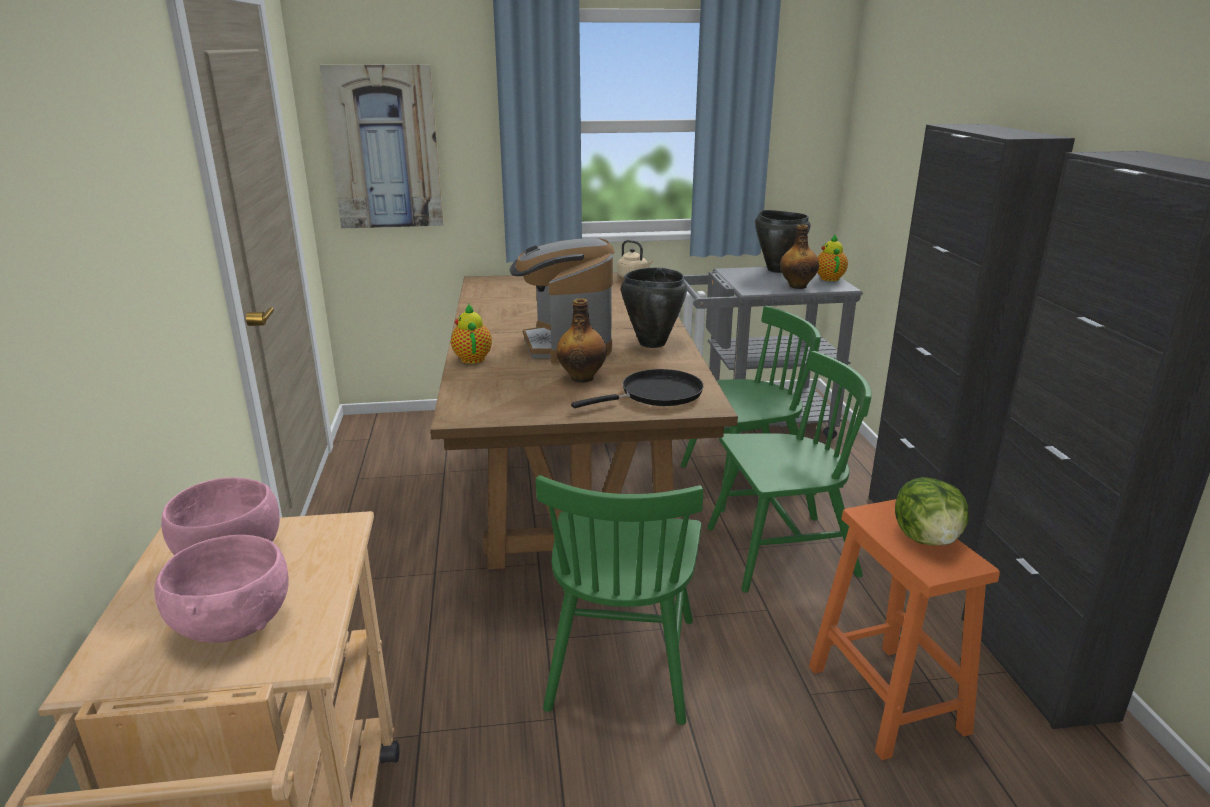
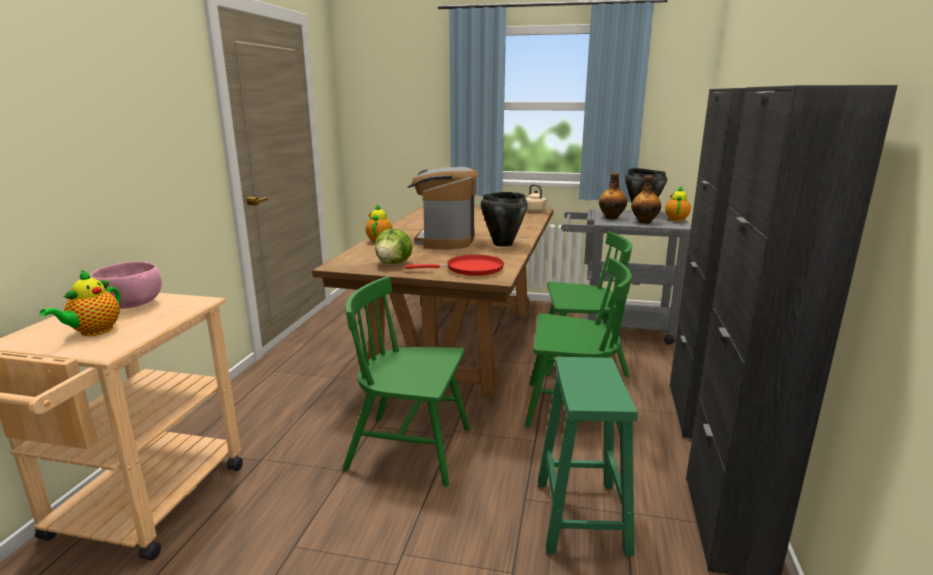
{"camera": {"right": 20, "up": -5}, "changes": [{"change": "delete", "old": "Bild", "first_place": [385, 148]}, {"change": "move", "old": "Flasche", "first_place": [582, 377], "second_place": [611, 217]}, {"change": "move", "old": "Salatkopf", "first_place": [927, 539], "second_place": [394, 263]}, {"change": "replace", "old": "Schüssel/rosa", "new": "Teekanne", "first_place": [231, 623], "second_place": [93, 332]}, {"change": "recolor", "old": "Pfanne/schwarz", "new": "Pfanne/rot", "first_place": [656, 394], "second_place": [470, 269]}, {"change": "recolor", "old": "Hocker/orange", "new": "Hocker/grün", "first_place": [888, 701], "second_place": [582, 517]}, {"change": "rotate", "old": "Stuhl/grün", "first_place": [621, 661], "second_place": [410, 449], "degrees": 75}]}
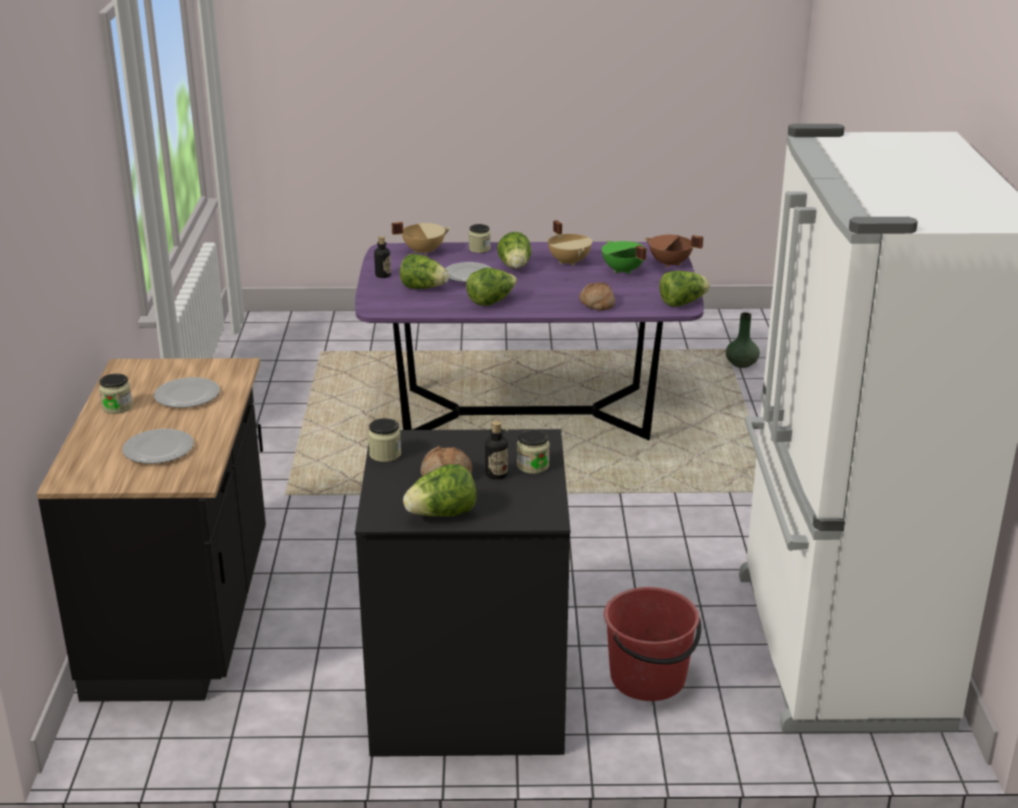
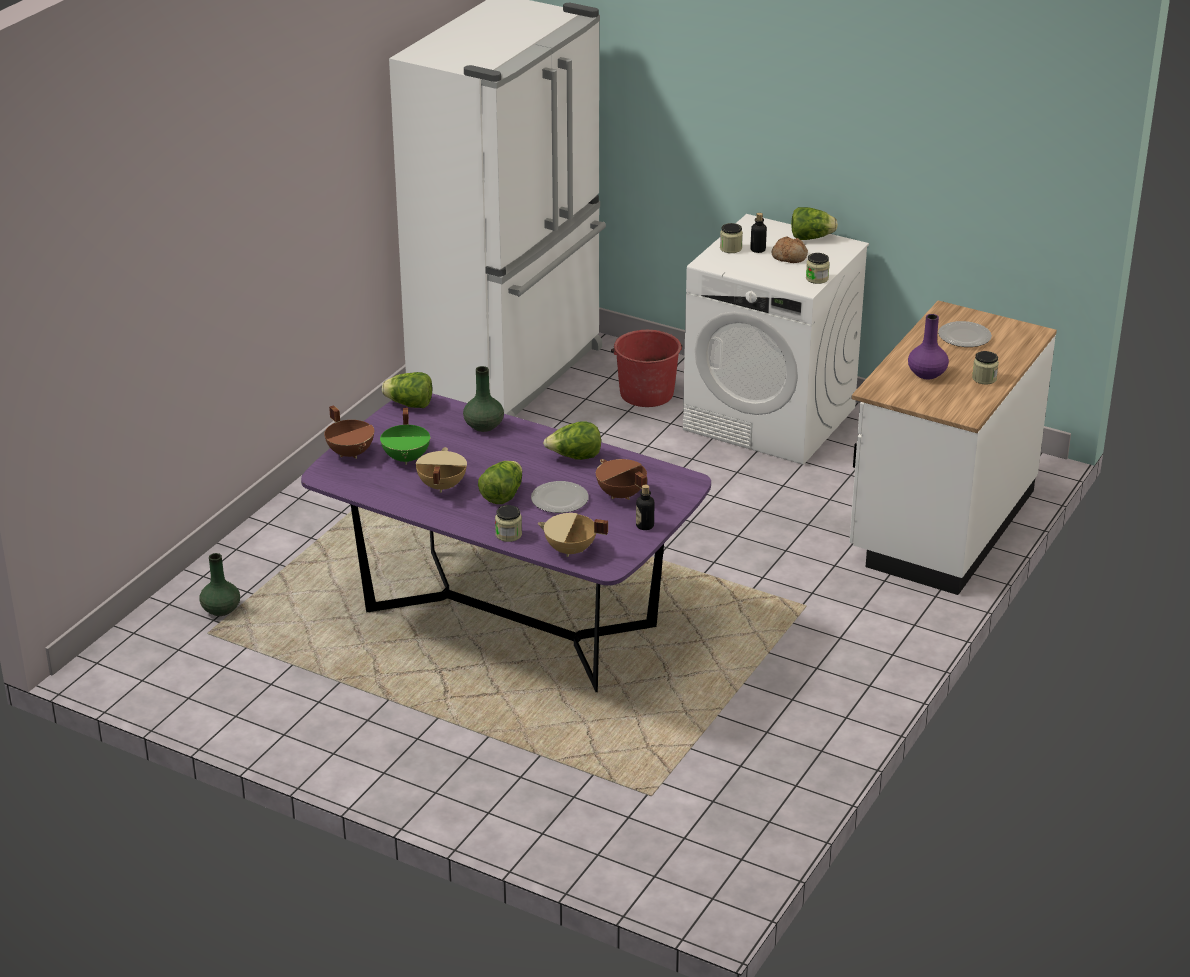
{"camera": {"right": -150, "up": 5}, "changes": [{"change": "replace", "old": "Teller", "new": "Vase/lila", "first_place": [186, 396], "second_place": [927, 374]}, {"change": "replace", "old": "Salatkopf", "new": "Kochtopf/braun", "first_place": [423, 288], "second_place": [620, 495]}, {"change": "replace", "old": "Brot", "new": "Vase/grün", "first_place": [596, 304], "second_place": [484, 426]}, {"change": "recolor", "old": "Küchenzeile/schwarz", "new": "Küchenzeile/weiß", "first_place": [184, 617], "second_place": [940, 524]}, {"change": "recolor", "old": "Waschmaschine/schwarz", "new": "Waschmaschine/weiß", "first_place": [466, 695], "second_place": [770, 419]}]}
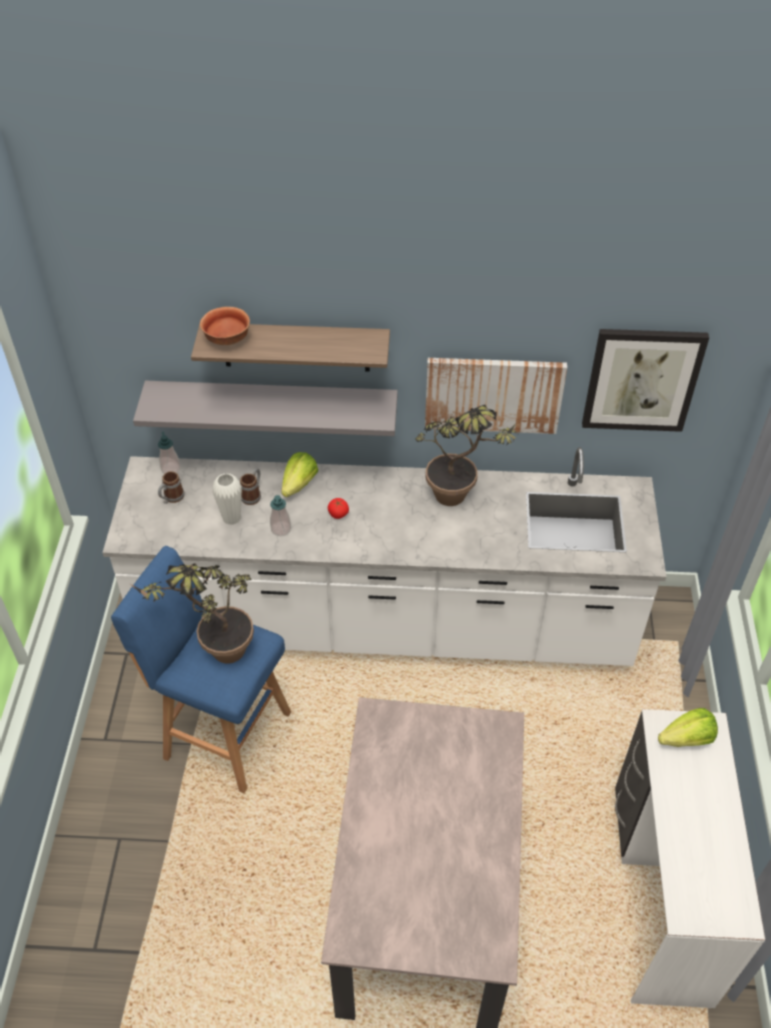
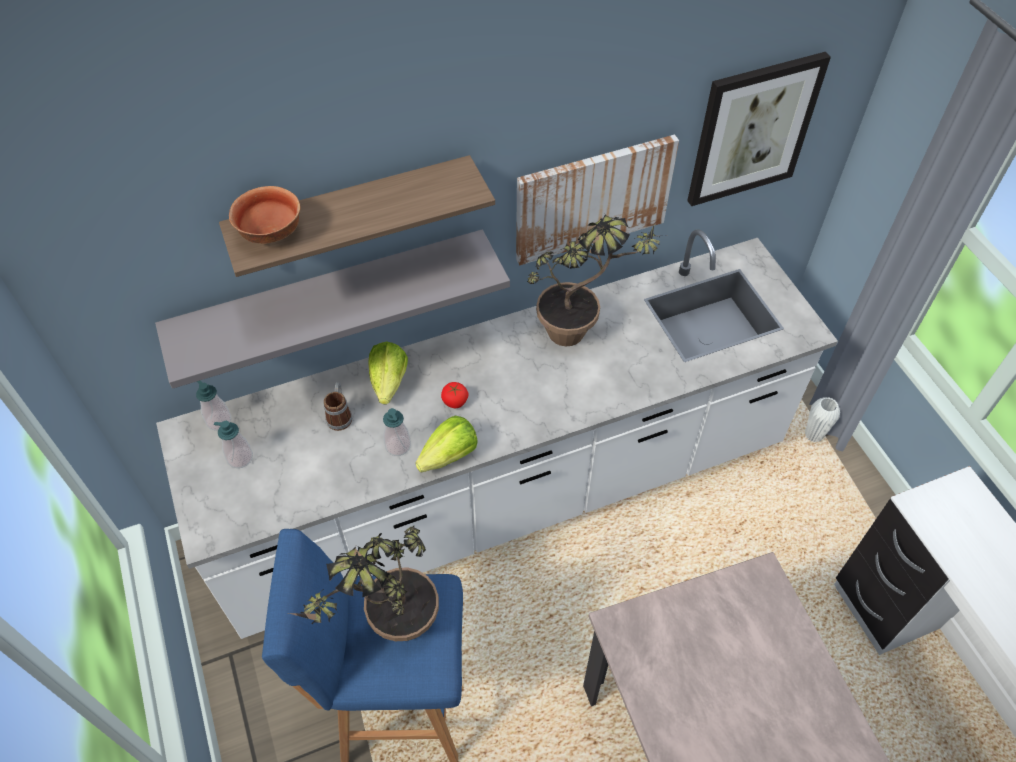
{"camera": {"right": -25, "up": 5}, "changes": [{"change": "move", "old": "Vase/weiß", "first_place": [231, 518], "second_place": [813, 436]}, {"change": "move", "old": "Salatkopf", "first_place": [686, 739], "second_place": [449, 456]}, {"change": "replace", "old": "Henkelbecher", "new": "Seifenspender", "first_place": [171, 498], "second_place": [240, 458]}]}
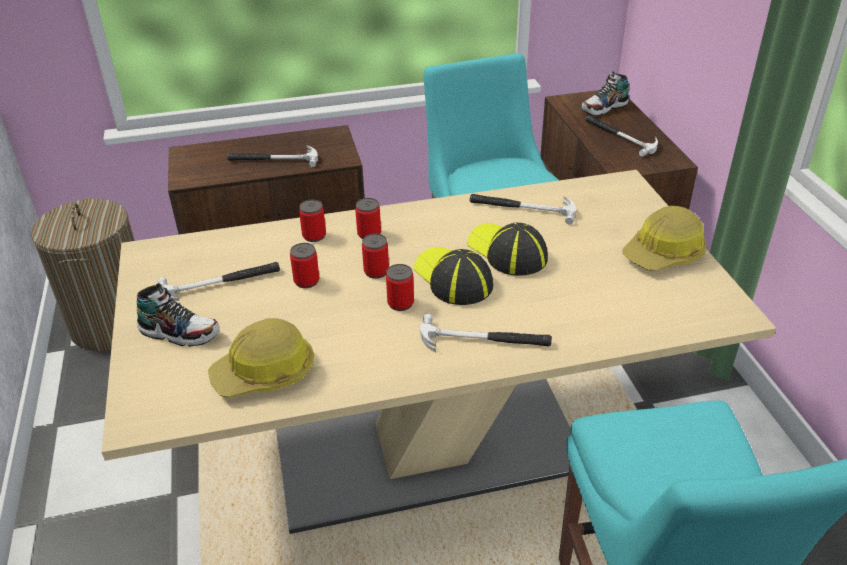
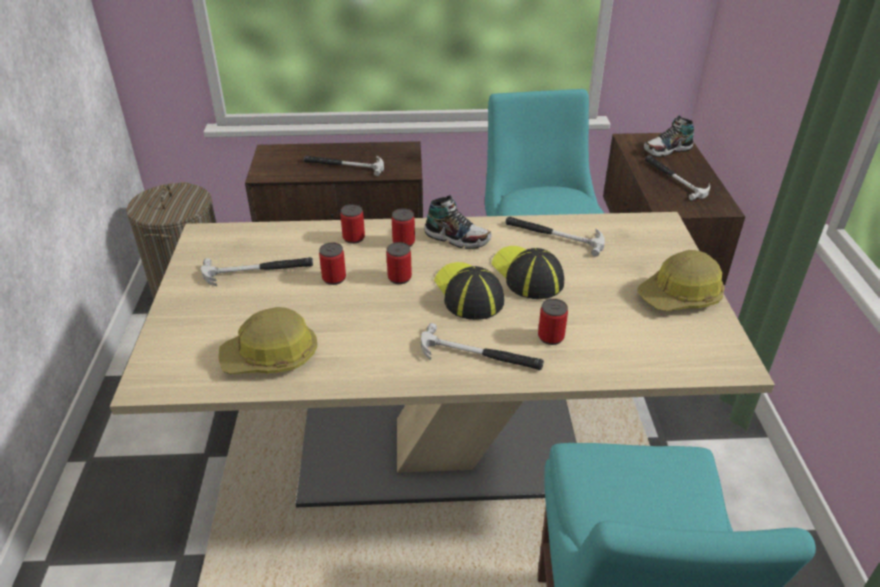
{"camera": {"right": 10, "up": 0}, "changes": [{"change": "move", "old": "Schuh", "first_place": [180, 332], "second_place": [457, 238]}, {"change": "move", "old": "Dose", "first_place": [400, 303], "second_place": [551, 337]}]}
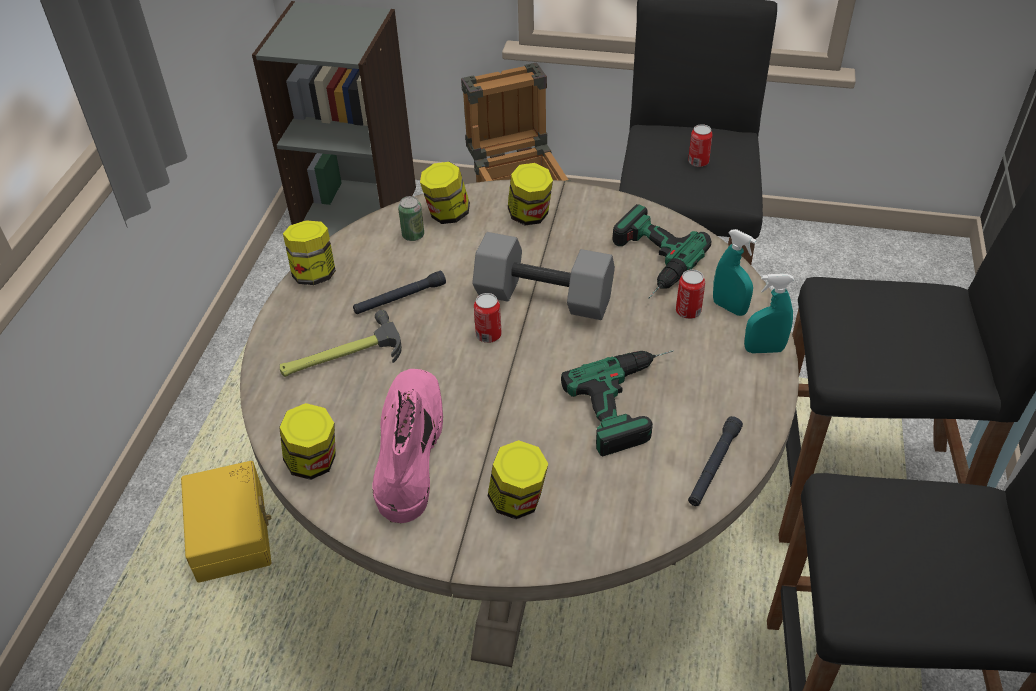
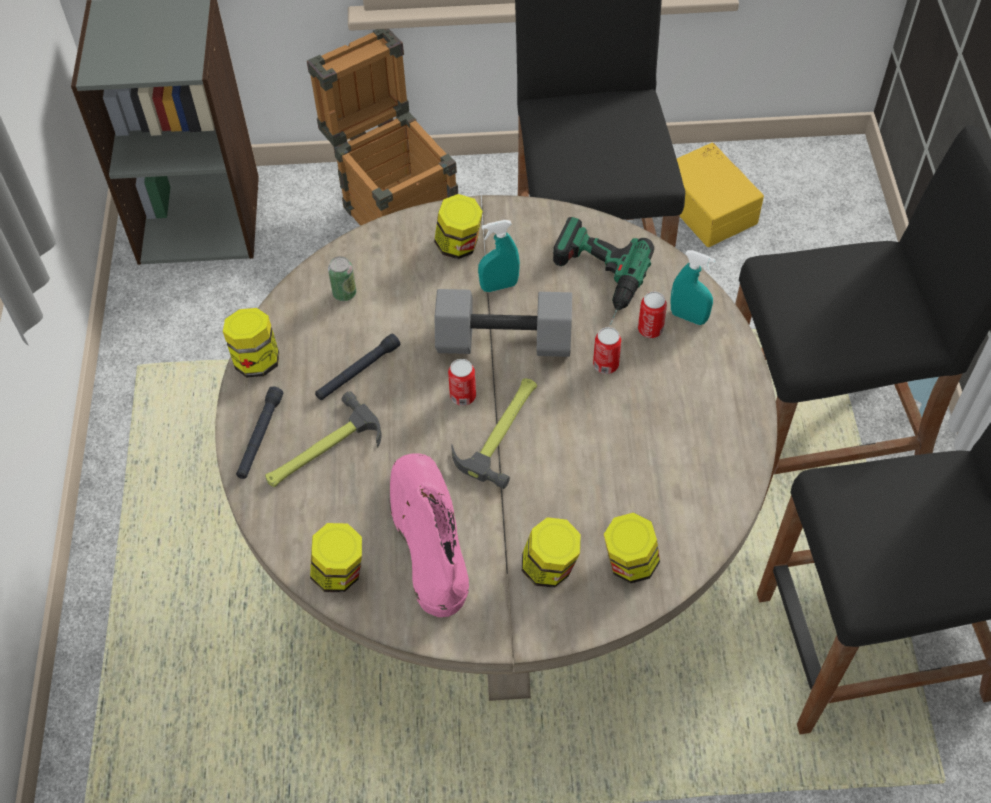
{"camera": {"right": -15, "up": 10}, "changes": [{"change": "delete", "old": "Bohrmaschine", "first_place": [634, 401]}, {"change": "insert", "new": "Hammer", "second_place": [503, 430]}, {"change": "move", "old": "Aufbewahrungsbox/gelb", "first_place": [234, 533], "second_place": [709, 207]}, {"change": "move", "old": "Vorratsglas", "first_place": [447, 214], "second_place": [629, 564]}, {"change": "move", "old": "Dose", "first_place": [698, 162], "second_place": [605, 365]}, {"change": "move", "old": "Taschenlampe/schwarz", "first_place": [713, 466], "second_place": [260, 437]}, {"change": "move", "old": "Sprühflasche/türkis", "first_place": [764, 349], "second_place": [499, 286]}]}
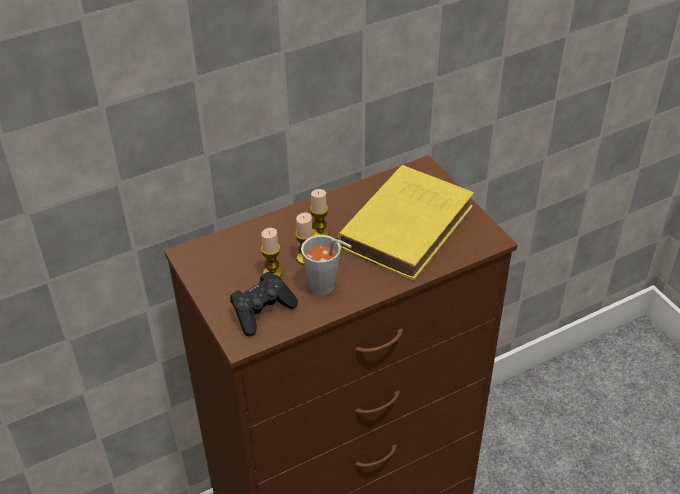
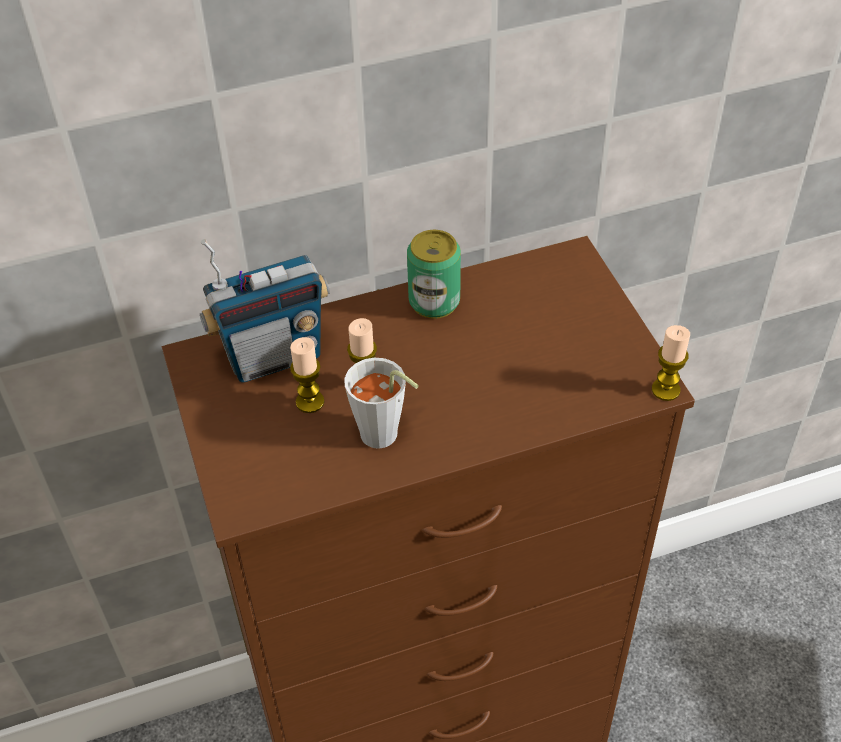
{"camera": {"right": 10, "up": 5}, "changes": [{"change": "delete", "old": "Gamepad/schwarz", "first_place": [262, 312]}, {"change": "delete", "old": "Buch/gelb", "first_place": [408, 225]}, {"change": "insert", "new": "Radio", "second_place": [273, 357]}, {"change": "insert", "new": "Dose", "second_place": [434, 302]}, {"change": "move", "old": "Kerze", "first_place": [320, 233], "second_place": [665, 390]}]}
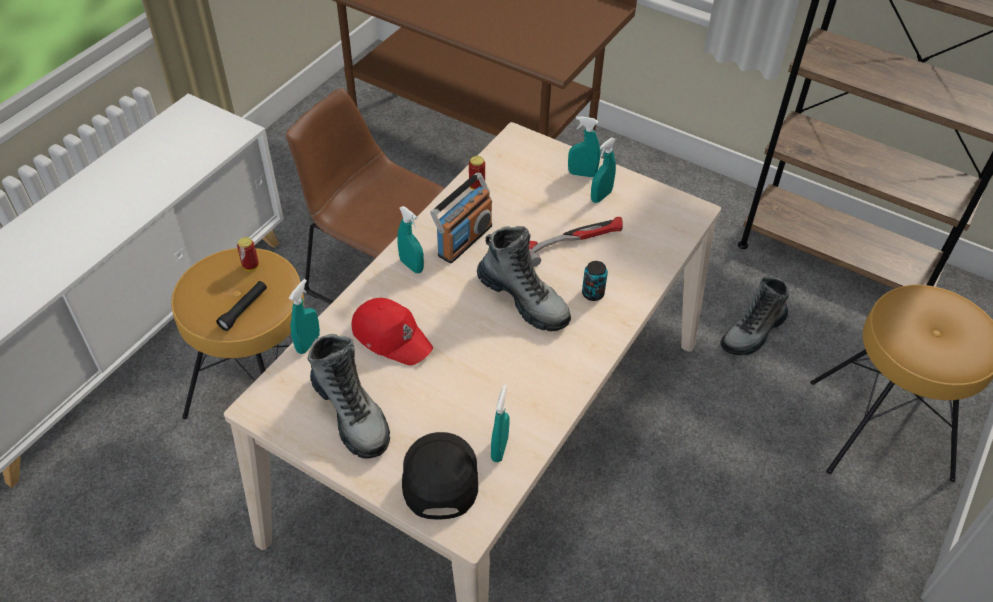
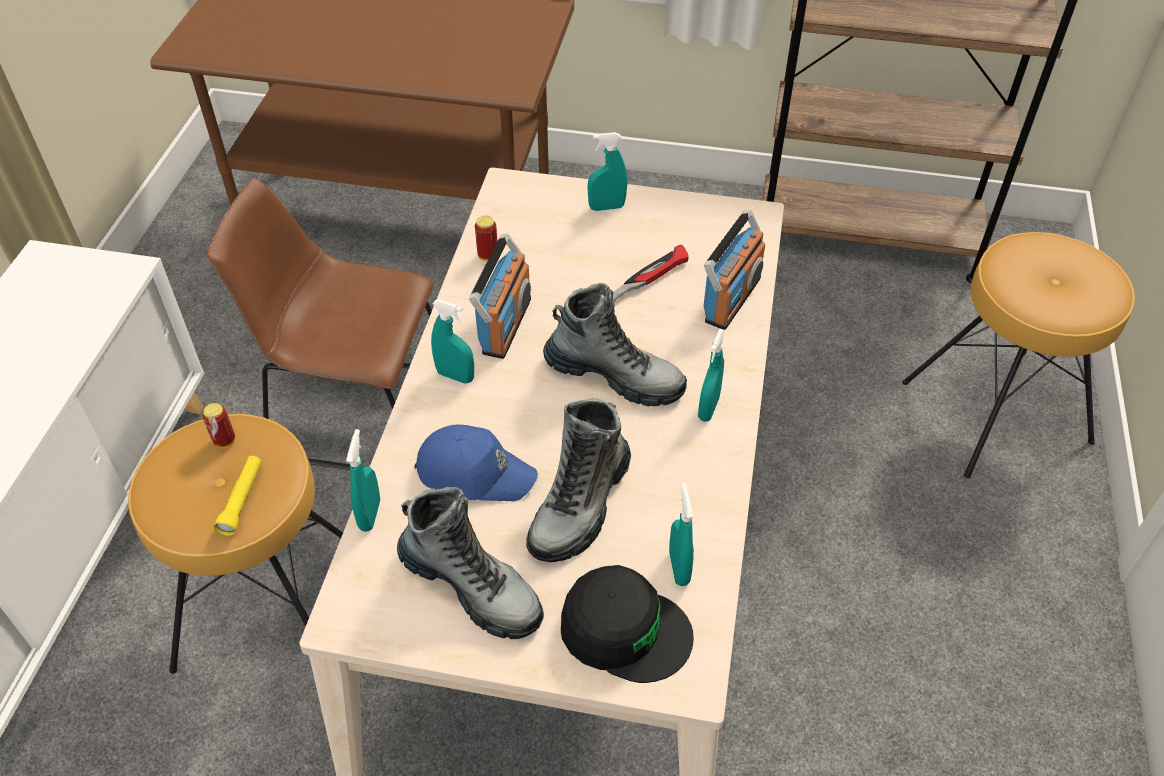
{"camera": {"right": -20, "up": 0}, "changes": [{"change": "delete", "old": "Dose", "first_place": [593, 293]}, {"change": "insert", "new": "Radio", "second_place": [731, 299]}, {"change": "move", "old": "Sprühflasche/türkis", "first_place": [601, 196], "second_place": [708, 408]}, {"change": "move", "old": "Stiefel", "first_place": [753, 332], "second_place": [580, 505]}, {"change": "recolor", "old": "Taschenlampe/schwarz", "new": "Taschenlampe/gelb", "first_place": [244, 309], "second_place": [242, 500]}, {"change": "recolor", "old": "Kappe/rot", "new": "Kappe/blau", "first_place": [391, 336], "second_place": [474, 472]}, {"change": "rotate", "old": "Kappe/schwarz", "first_place": [439, 477], "second_place": [624, 629], "degrees": 135}]}
